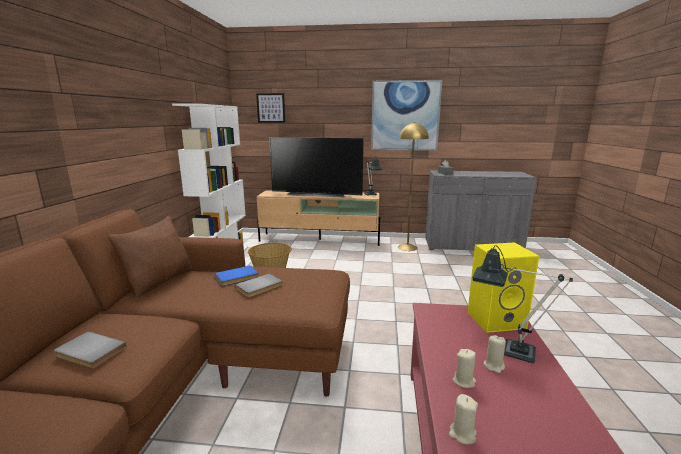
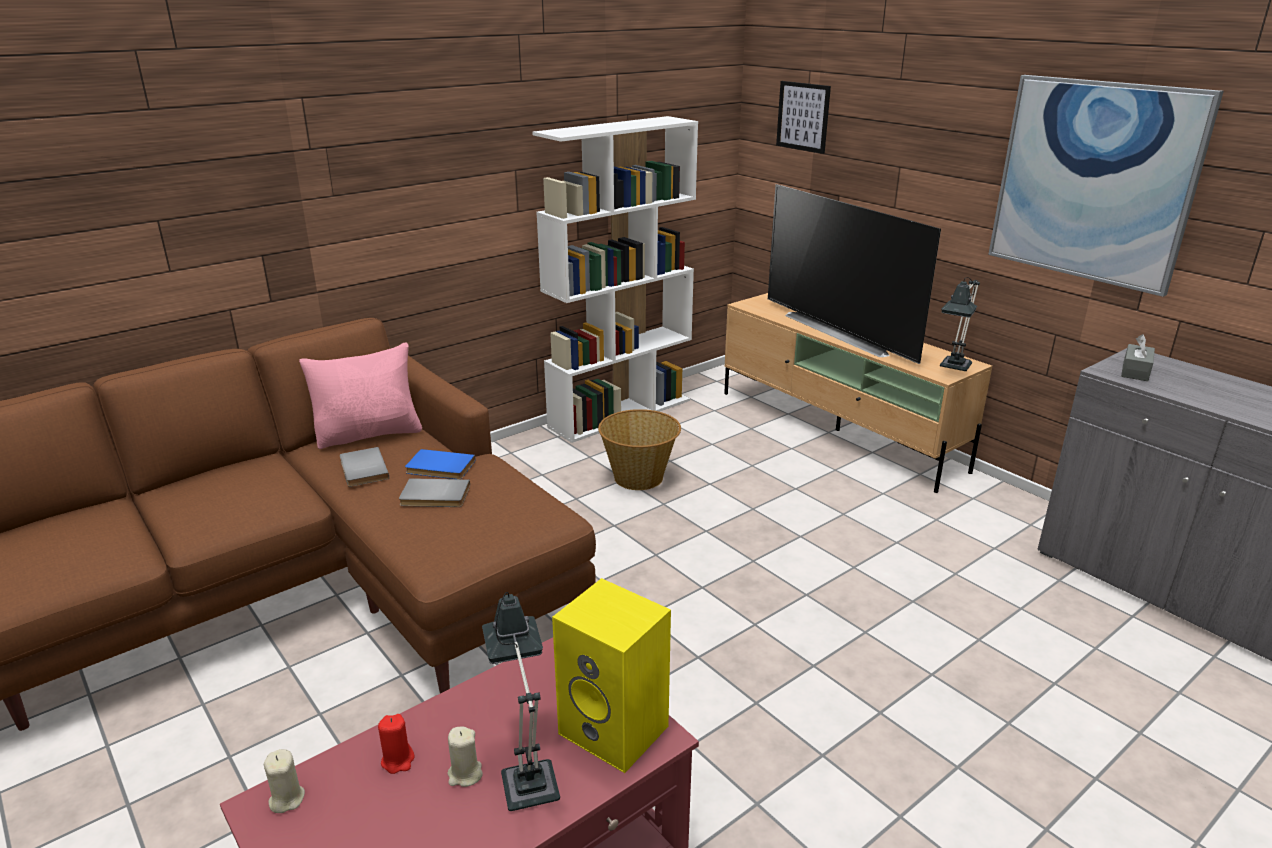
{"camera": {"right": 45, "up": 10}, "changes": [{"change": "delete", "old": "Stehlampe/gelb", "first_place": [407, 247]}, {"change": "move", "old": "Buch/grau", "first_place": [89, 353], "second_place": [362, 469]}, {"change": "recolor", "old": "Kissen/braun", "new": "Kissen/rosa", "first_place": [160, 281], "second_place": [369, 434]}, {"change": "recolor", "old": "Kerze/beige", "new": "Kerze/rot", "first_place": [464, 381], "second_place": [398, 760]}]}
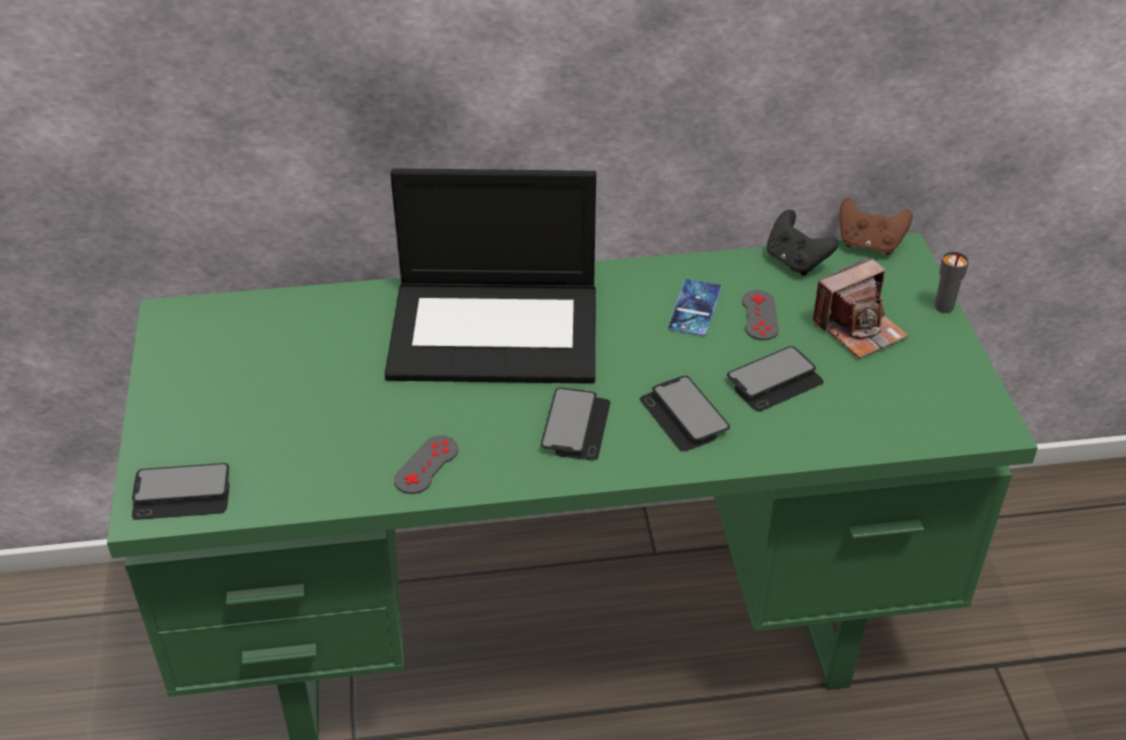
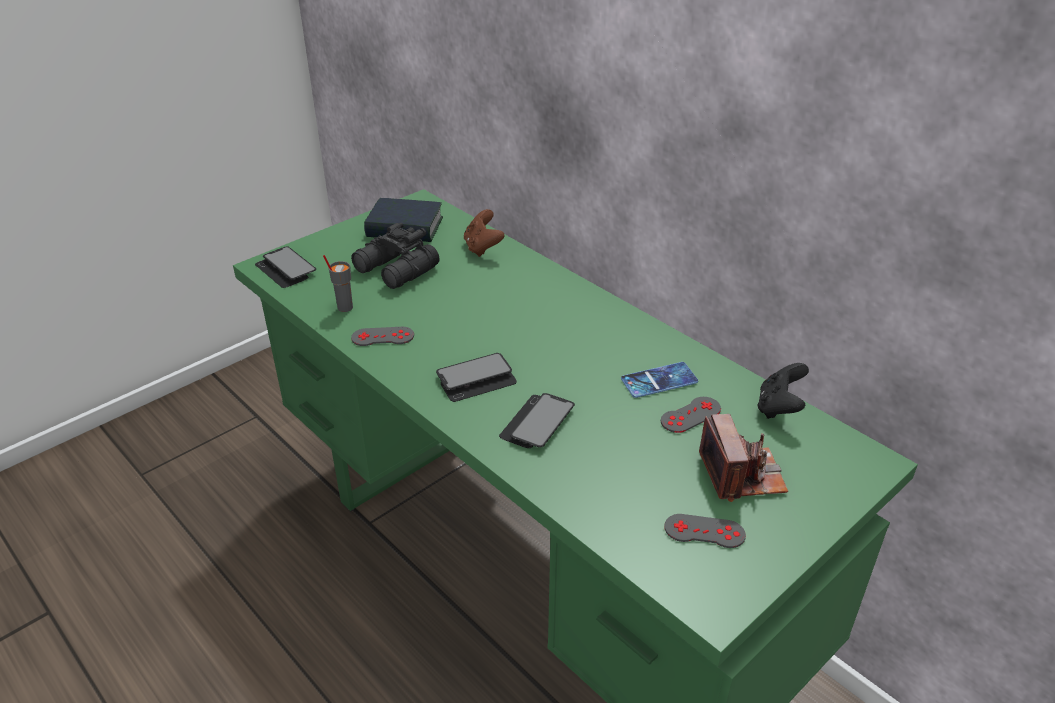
{"camera": {"right": 55, "up": -5}, "changes": [{"change": "delete", "old": "Laptop", "first_place": [497, 331]}, {"change": "delete", "old": "Handy", "first_place": [774, 381]}, {"change": "insert", "new": "Fernglas/schwarz", "second_place": [396, 270]}, {"change": "insert", "new": "Buch", "second_place": [405, 228]}, {"change": "insert", "new": "Gamepad/grau", "second_place": [704, 531]}, {"change": "move", "old": "Gamepad/braun", "first_place": [869, 244], "second_place": [482, 248]}, {"change": "move", "old": "Tasse/grau", "first_place": [943, 307], "second_place": [344, 307]}, {"change": "rotate", "old": "Kamera", "first_place": [859, 329], "second_place": [741, 474], "degrees": -120}]}
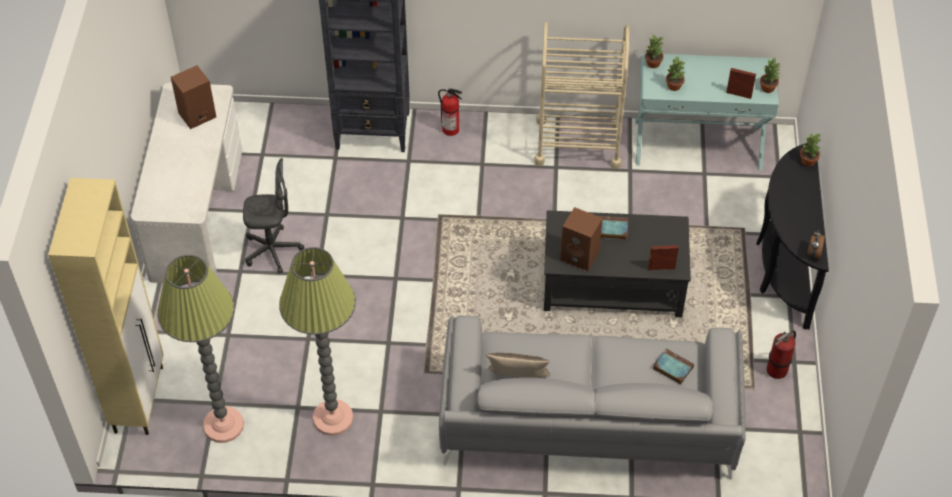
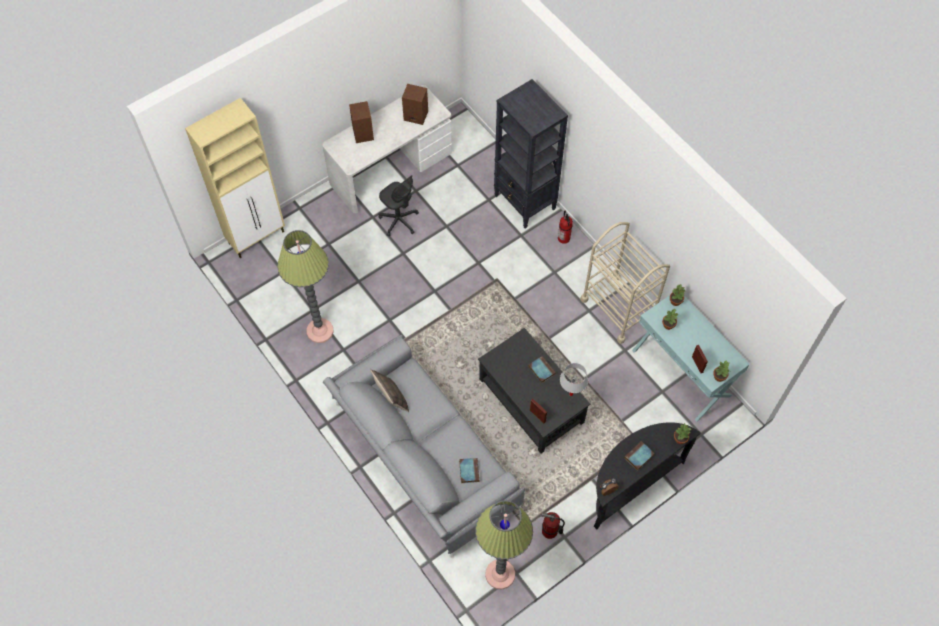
{"camera": {"right": 50, "up": 10}, "changes": [{"change": "insert", "new": "Tischlampe/weiß", "second_place": [571, 394]}, {"change": "insert", "new": "Buch", "second_place": [638, 457]}, {"change": "move", "old": "Stehlampe", "first_place": [223, 425], "second_place": [500, 574]}, {"change": "move", "old": "Lautsprecher/braun", "first_place": [580, 256], "second_place": [363, 134]}]}
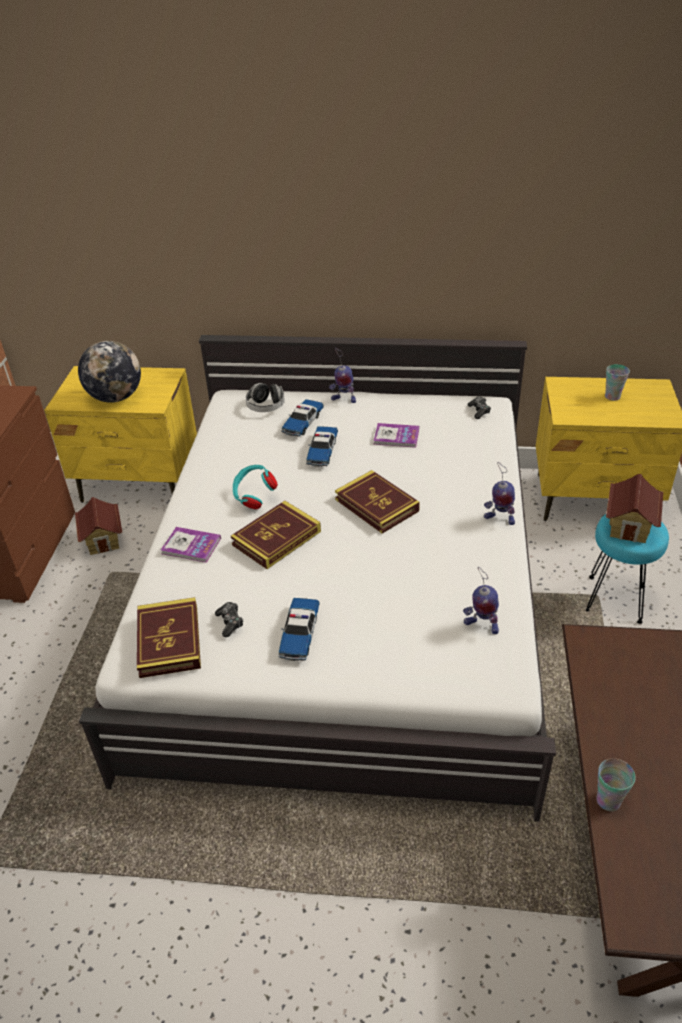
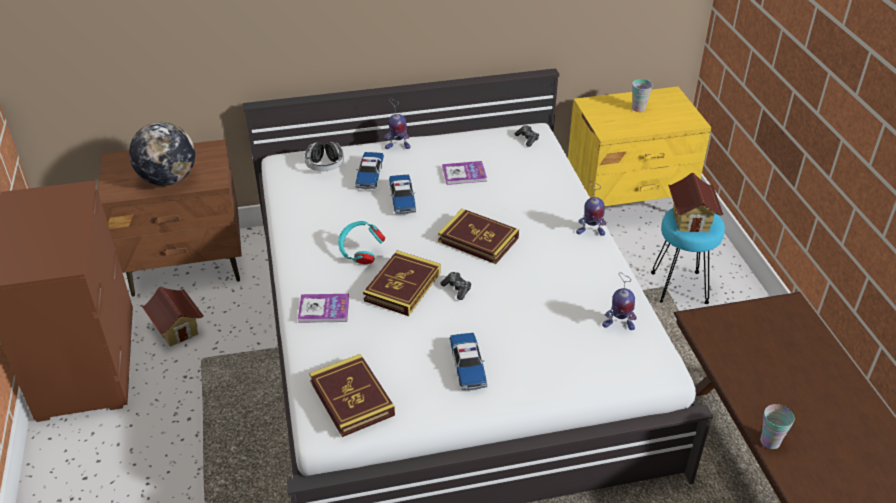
{"camera": {"right": -20, "up": 0}, "changes": [{"change": "move", "old": "Gamepad", "first_place": [230, 622], "second_place": [457, 289]}, {"change": "recolor", "old": "Nachttisch/gelb", "new": "Nachttisch/braun", "first_place": [140, 483], "second_place": [187, 265]}]}
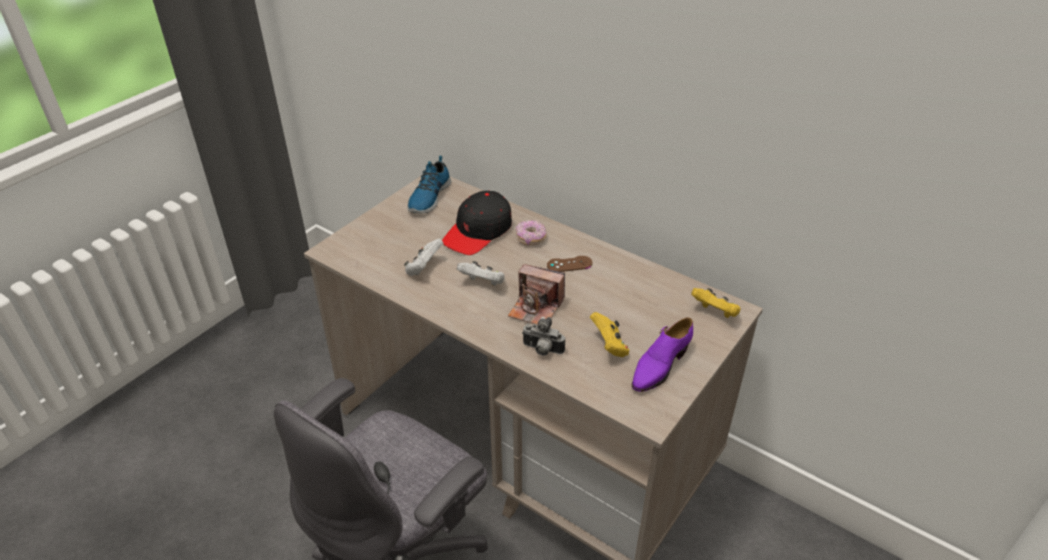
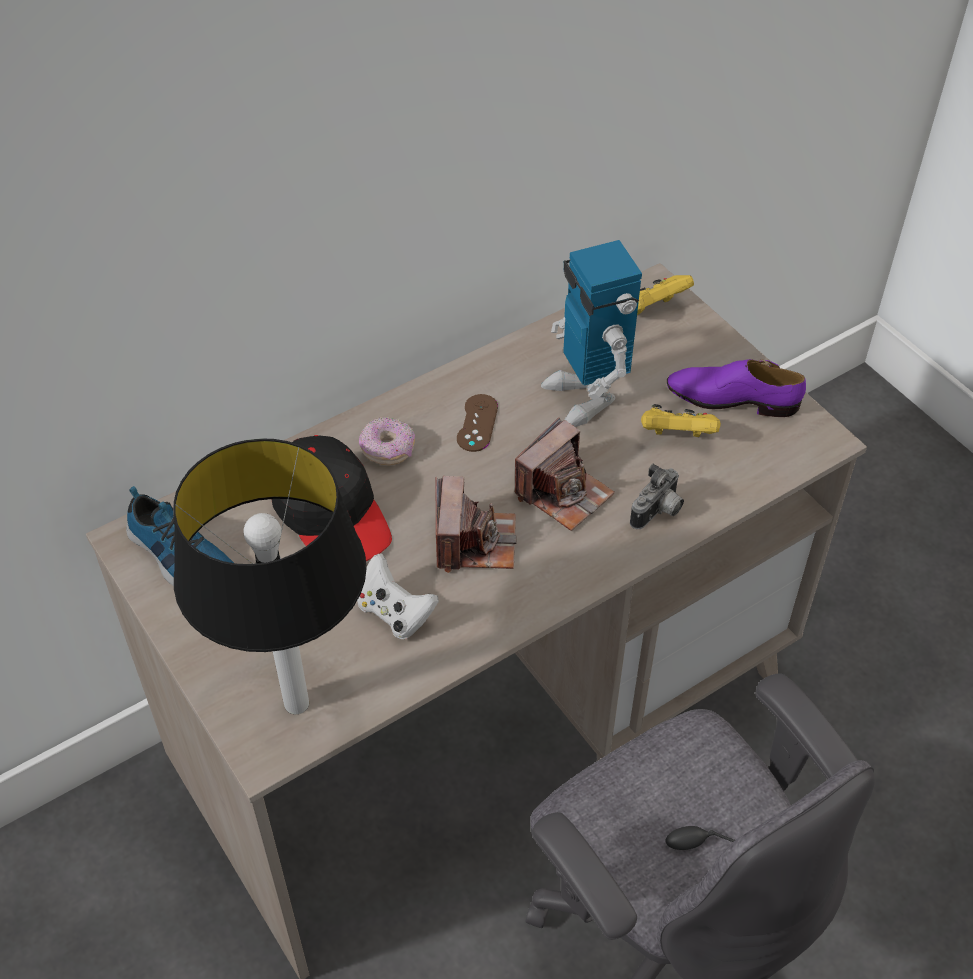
{"camera": {"right": -70, "up": 10}, "changes": [{"change": "insert", "new": "Tischlampe", "second_place": [295, 705]}, {"change": "insert", "new": "Spielzeugroboter", "second_place": [586, 396]}, {"change": "replace", "old": "Gamepad/weiß", "new": "Kamera", "first_place": [483, 283], "second_place": [474, 542]}, {"change": "rotate", "old": "Schuh/lila", "first_place": [659, 365], "second_place": [732, 399], "degrees": 135}]}
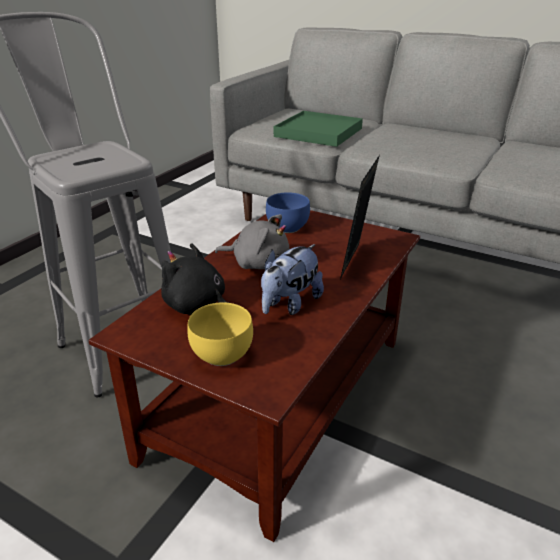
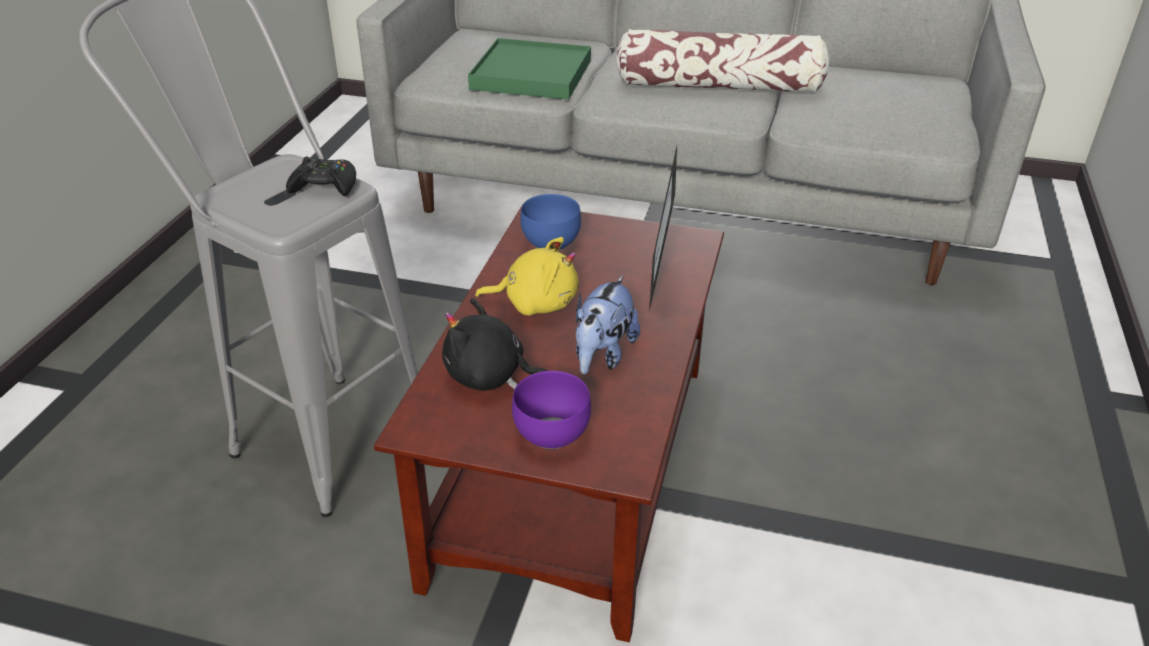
{"camera": {"right": -15, "up": 5}, "changes": [{"change": "insert", "new": "Gamepad/schwarz", "second_place": [325, 186]}, {"change": "insert", "new": "Kissen", "second_place": [719, 86]}, {"change": "recolor", "old": "Schüssel/gelb", "new": "Schüssel/lila", "first_place": [221, 356], "second_place": [551, 436]}, {"change": "recolor", "old": "Plüschtier/grau", "new": "Plüschtier/gelb", "first_place": [257, 263], "second_place": [536, 303]}]}
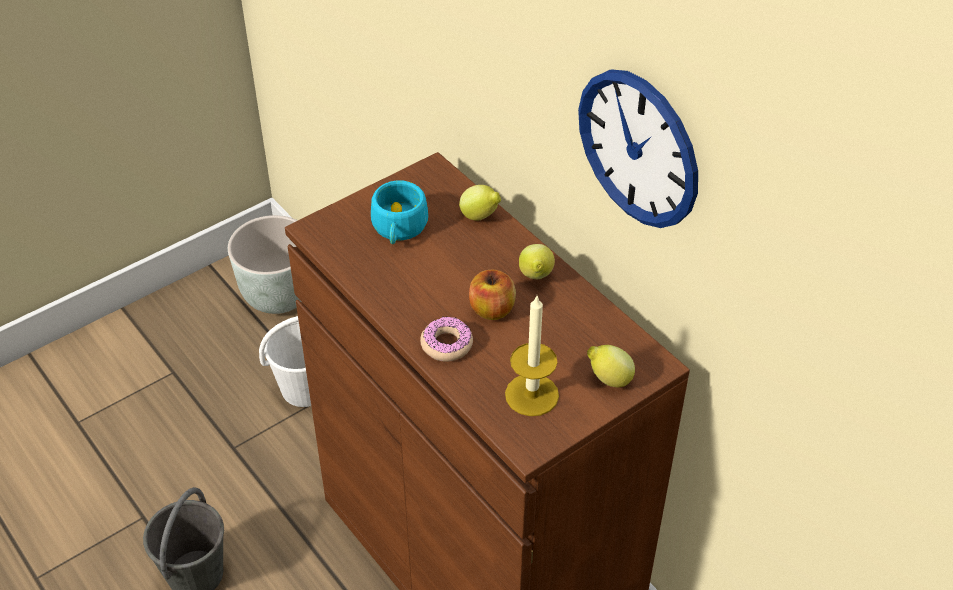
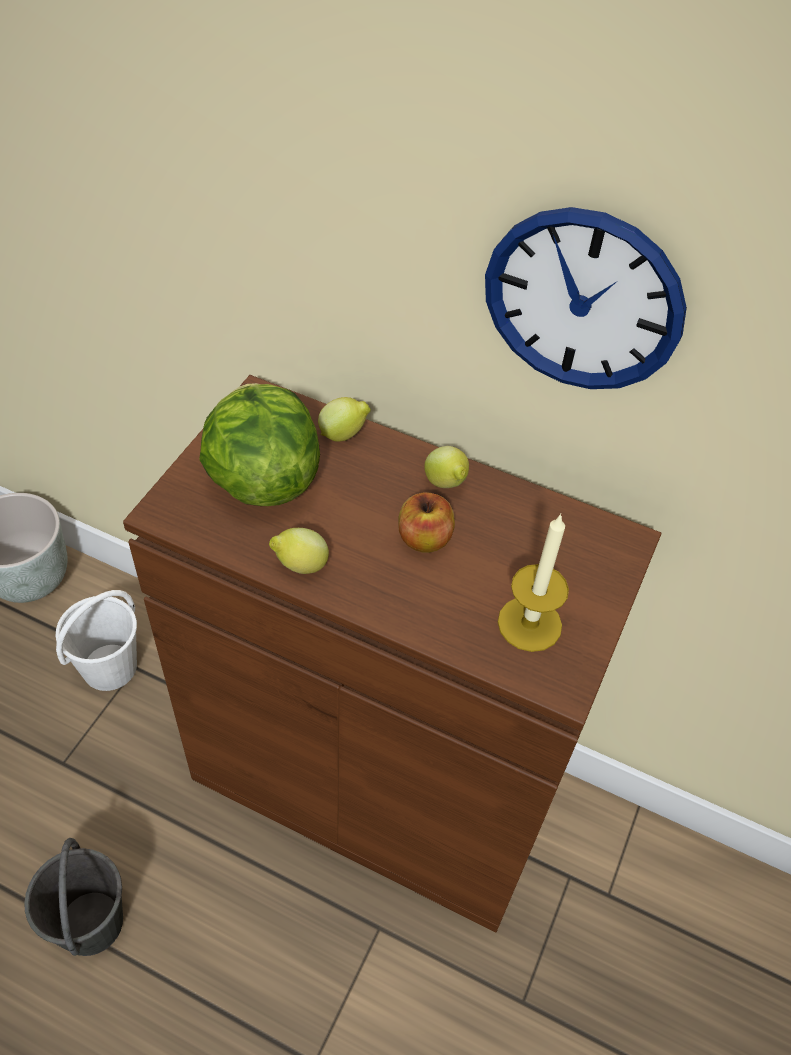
{"camera": {"right": -30, "up": 5}, "changes": [{"change": "delete", "old": "Donut", "first_place": [446, 344]}, {"change": "move", "old": "Zitrone", "first_place": [608, 379], "second_place": [300, 566]}, {"change": "replace", "old": "Tasse/türkis", "new": "Salatkopf", "first_place": [398, 229], "second_place": [262, 479]}]}
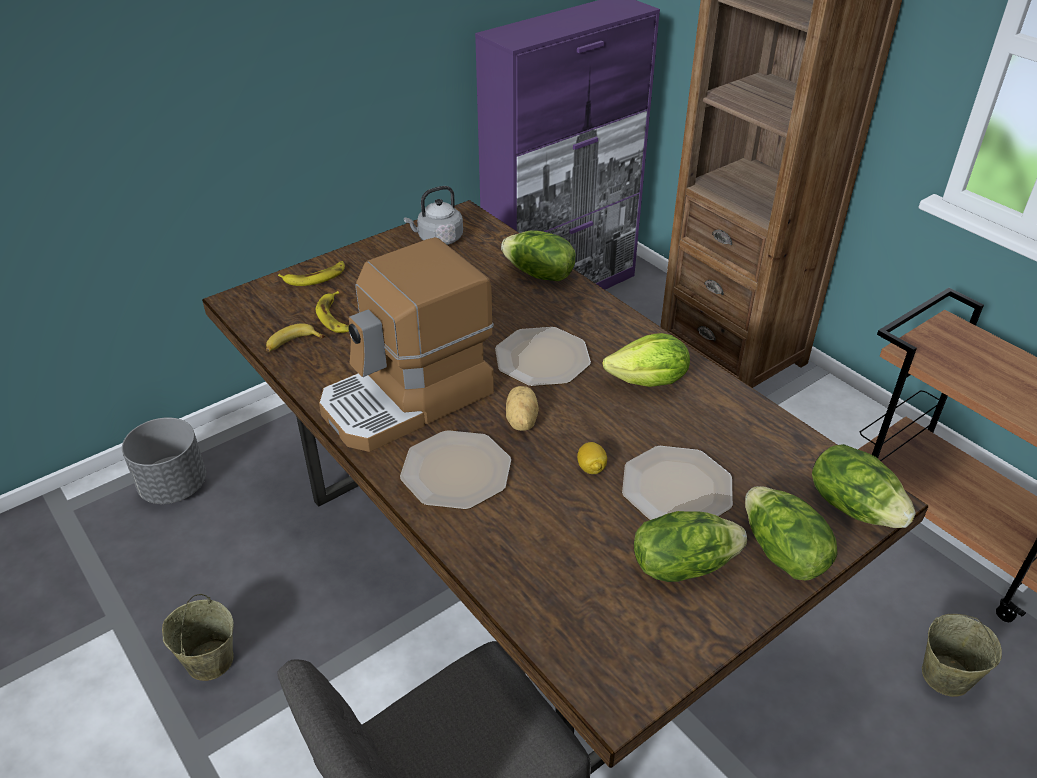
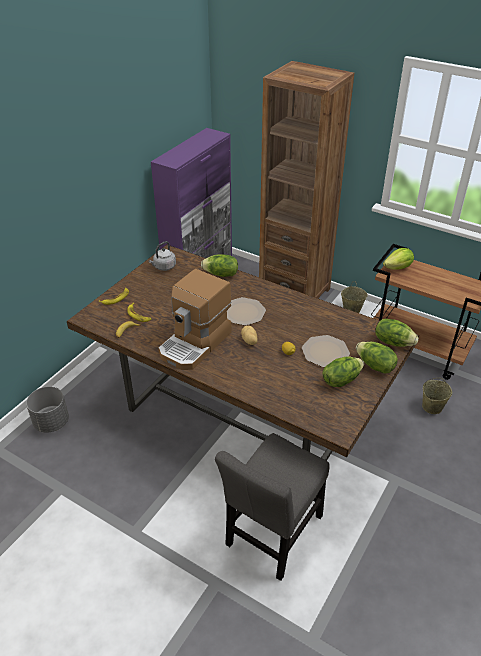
{"camera": {"right": -20, "up": 0}, "changes": [{"change": "delete", "old": "Teller", "first_place": [455, 470]}, {"change": "move", "old": "Eimer/beige", "first_place": [209, 660], "second_place": [351, 310]}, {"change": "move", "old": "Salatkopf", "first_place": [649, 382], "second_place": [398, 268]}]}
